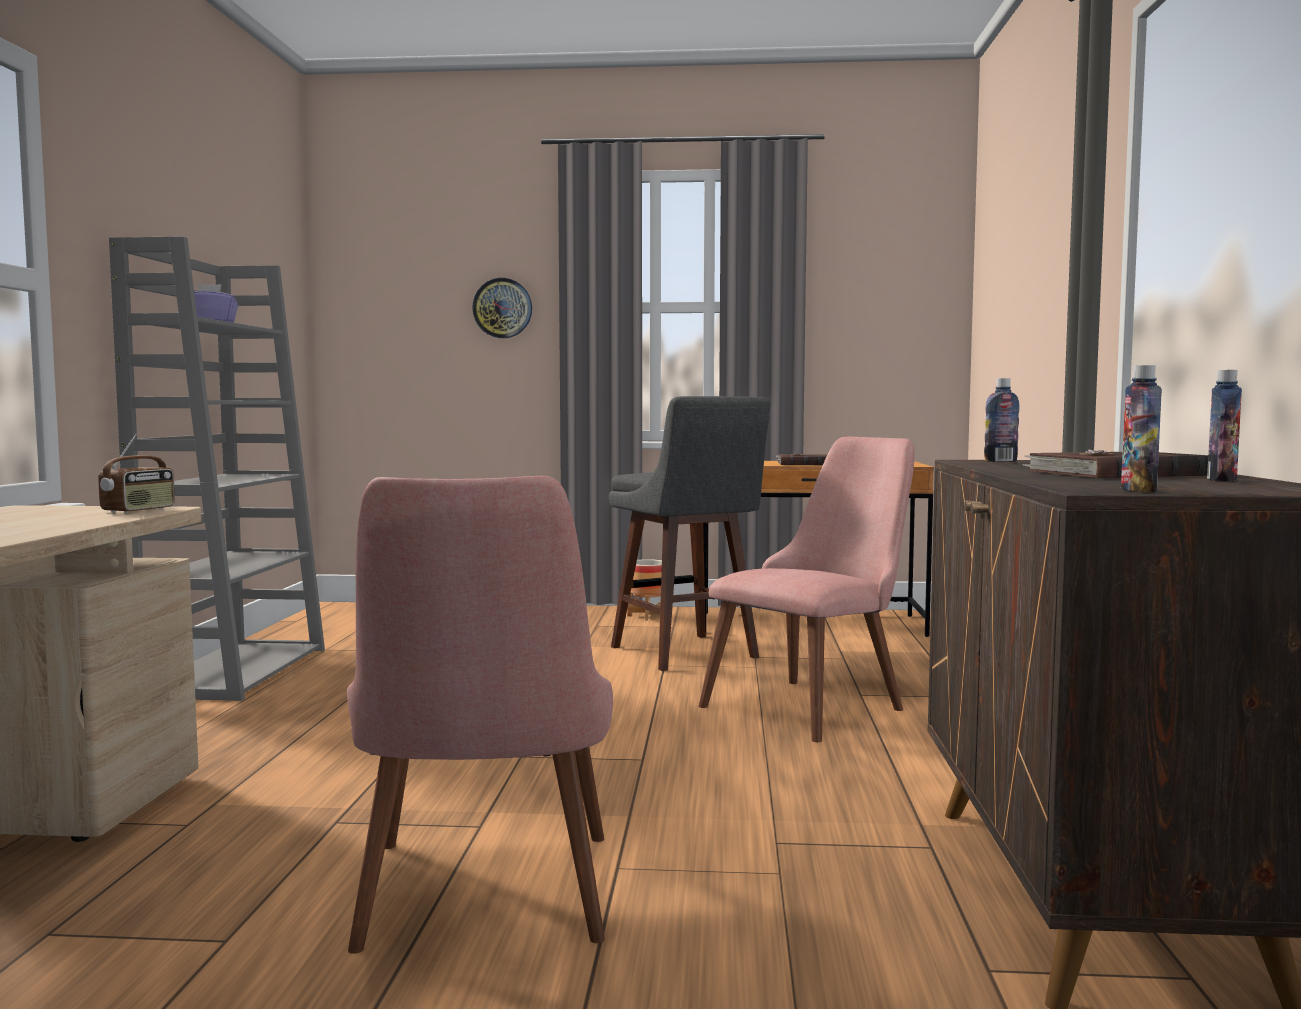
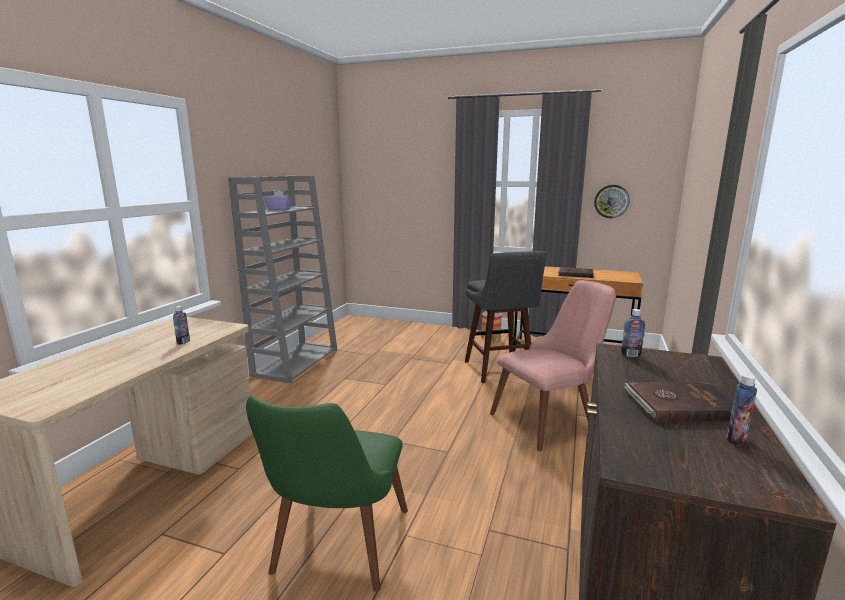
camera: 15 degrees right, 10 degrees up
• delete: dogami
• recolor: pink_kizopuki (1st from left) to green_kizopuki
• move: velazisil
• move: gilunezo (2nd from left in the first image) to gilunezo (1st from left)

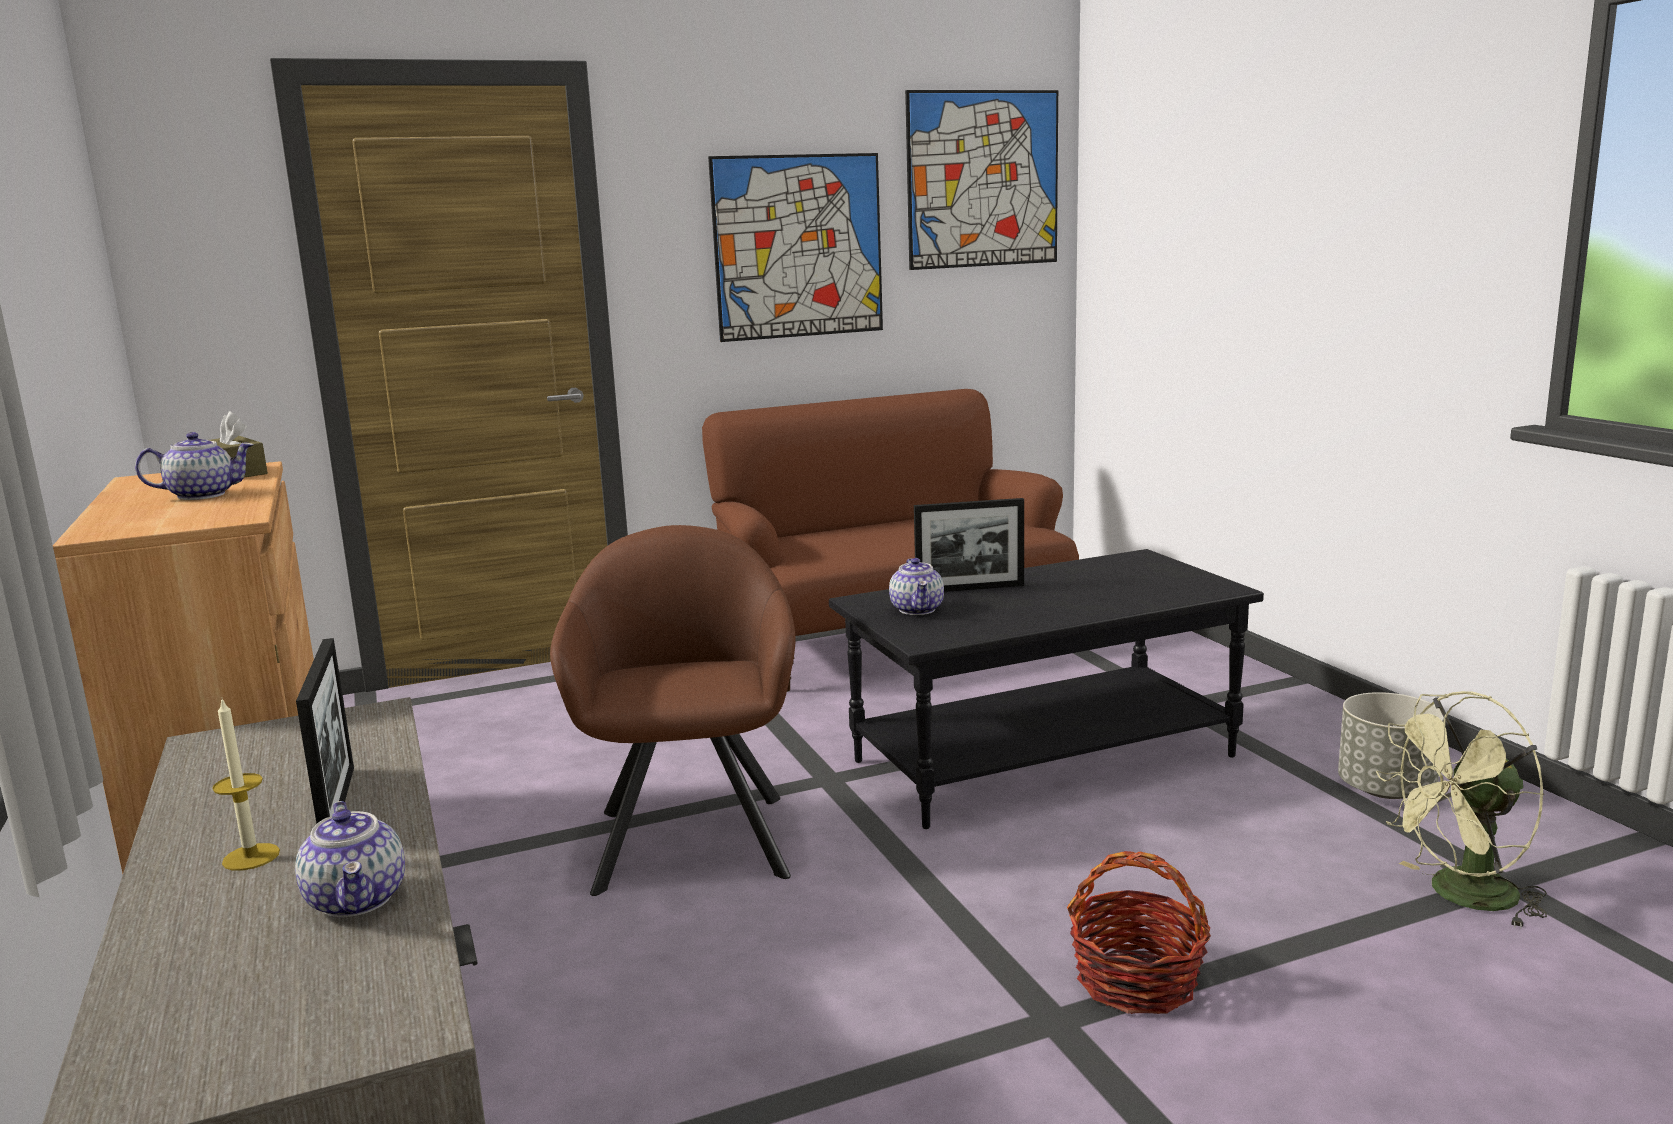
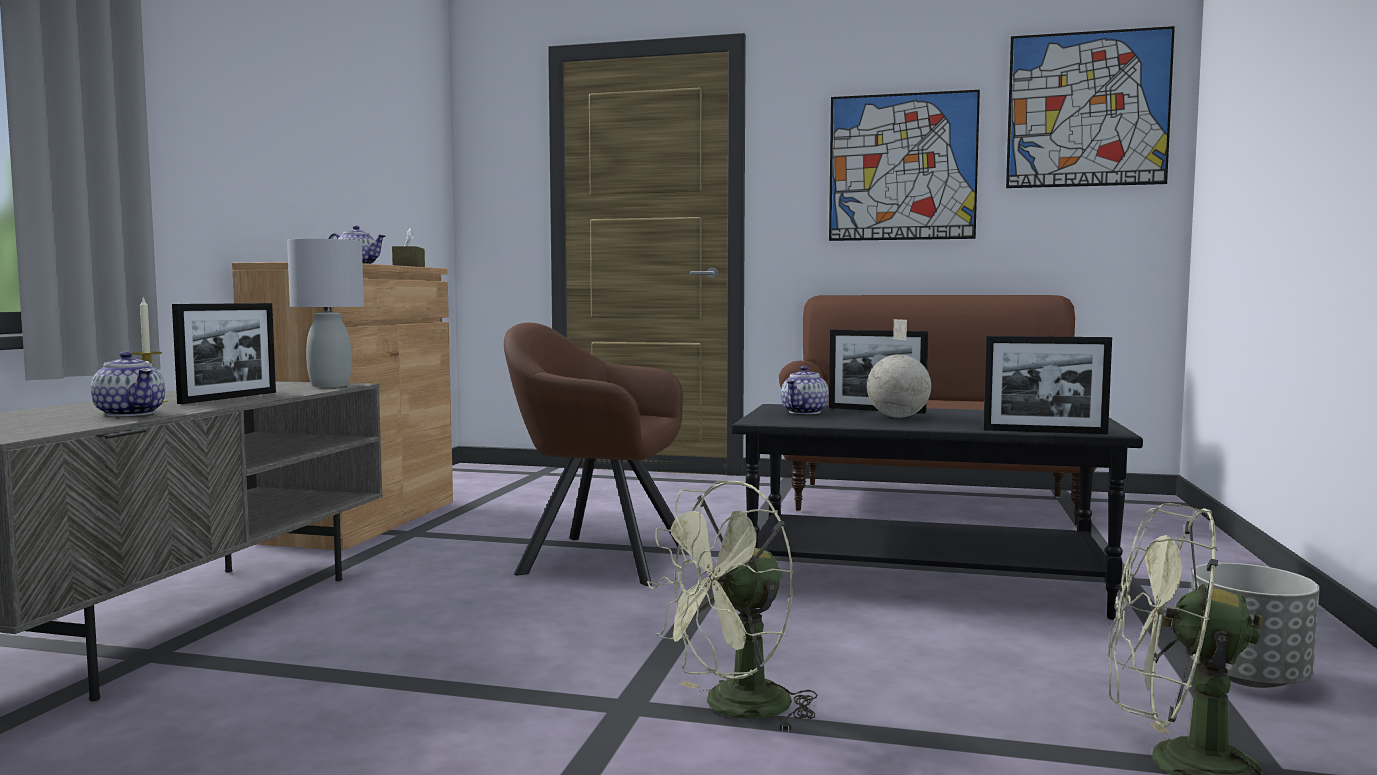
camera: 35 degrees right, 10 degrees down
• rotate: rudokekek (2nd from left in the first image) 60 degrees counterclockwise
• rotate: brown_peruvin 105 degrees counterclockwise
• replace: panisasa to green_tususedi (1st from left)
• insert: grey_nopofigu
• insert: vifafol
• insert: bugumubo (3rd from left)

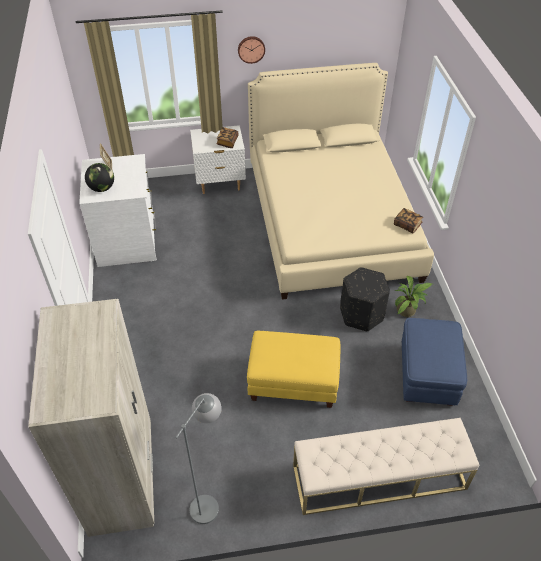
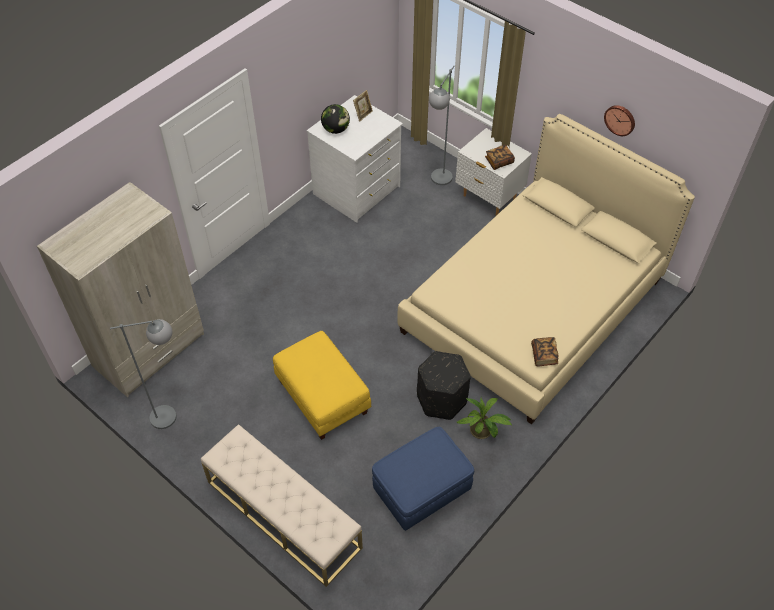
camera: 50 degrees right, 5 degrees up
• move: velazisil
• insert: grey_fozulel (2nd from left)

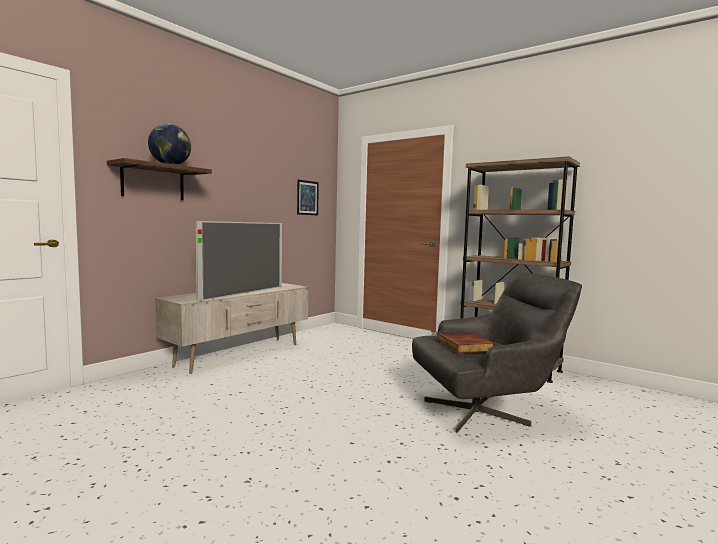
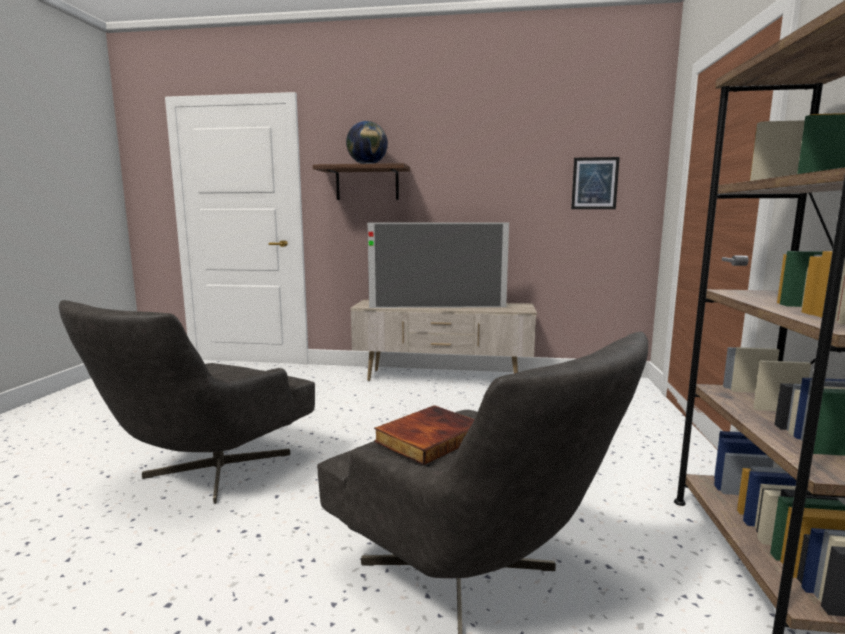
camera: 60 degrees right, 5 degrees up
• insert: grey_peruvin (1st from left)

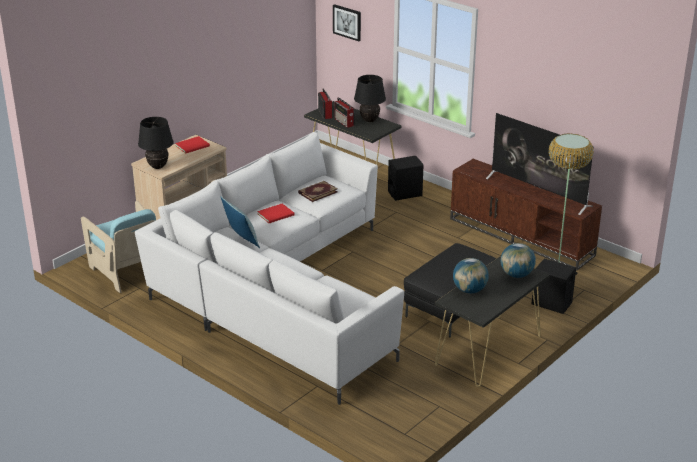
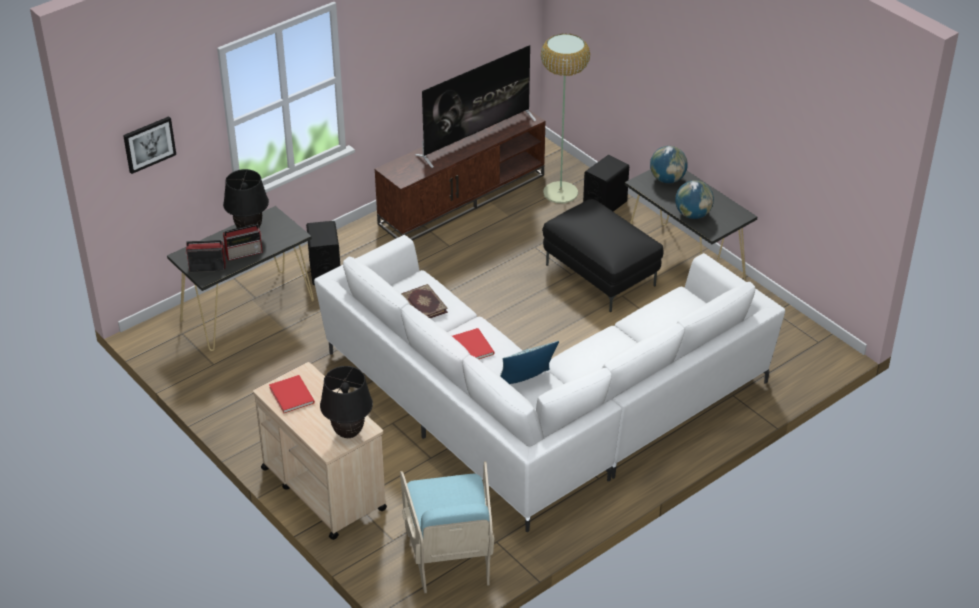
camera: 80 degrees left, 10 degrees up
• rotate: turquoise_peruvin 105 degrees clockwise

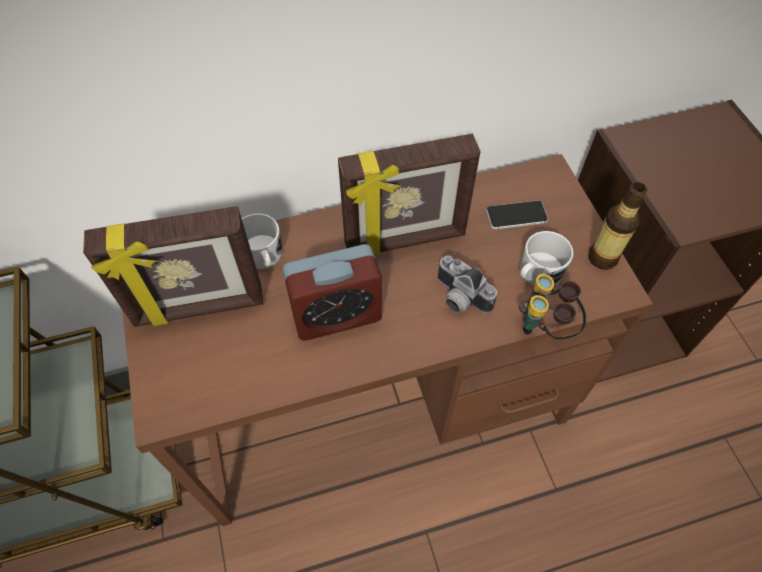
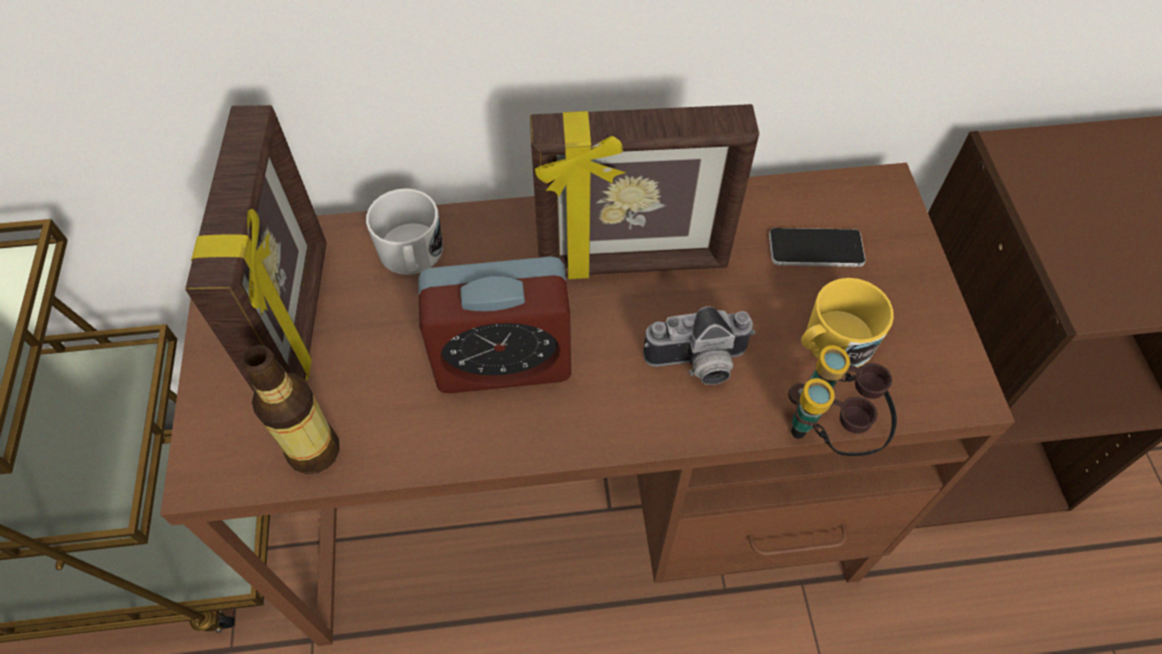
camera: 10 degrees right, 0 degrees up
• rotate: bugumubo (1st from left) 90 degrees counterclockwise
• rotate: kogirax 60 degrees counterclockwise
• recolor: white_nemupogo (2nd from left) to yellow_nemupogo
• move: gilunezo

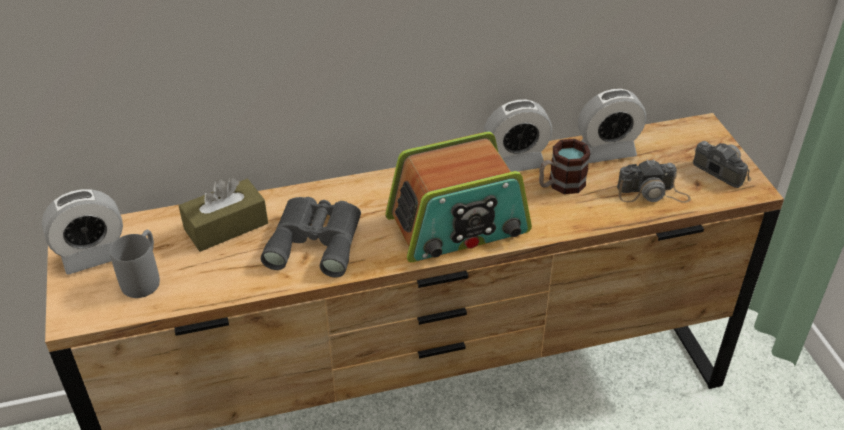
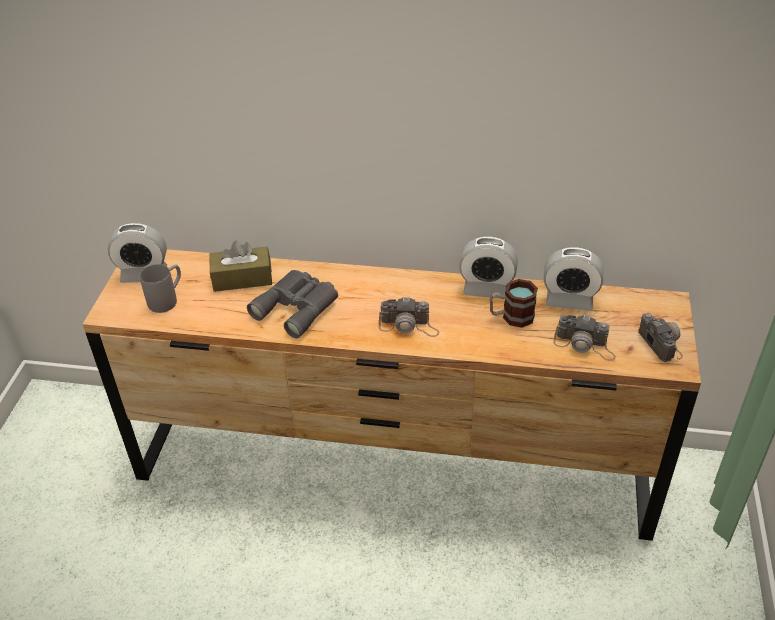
camera: 25 degrees right, 0 degrees up
• replace: dogami to kogirax (1st from left)

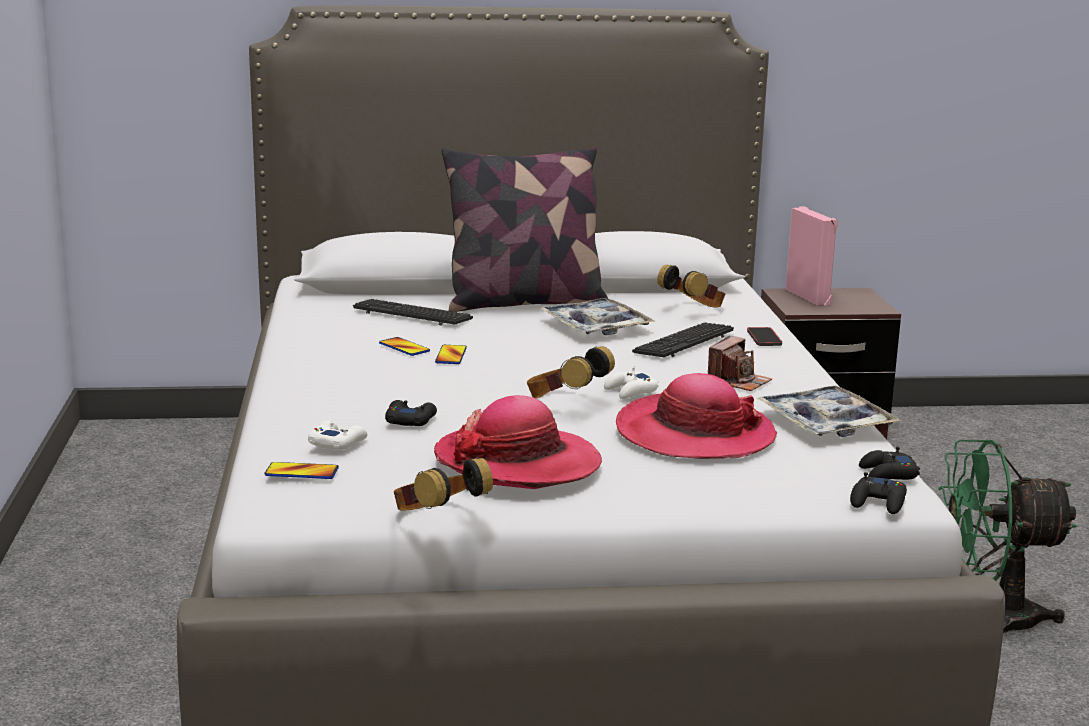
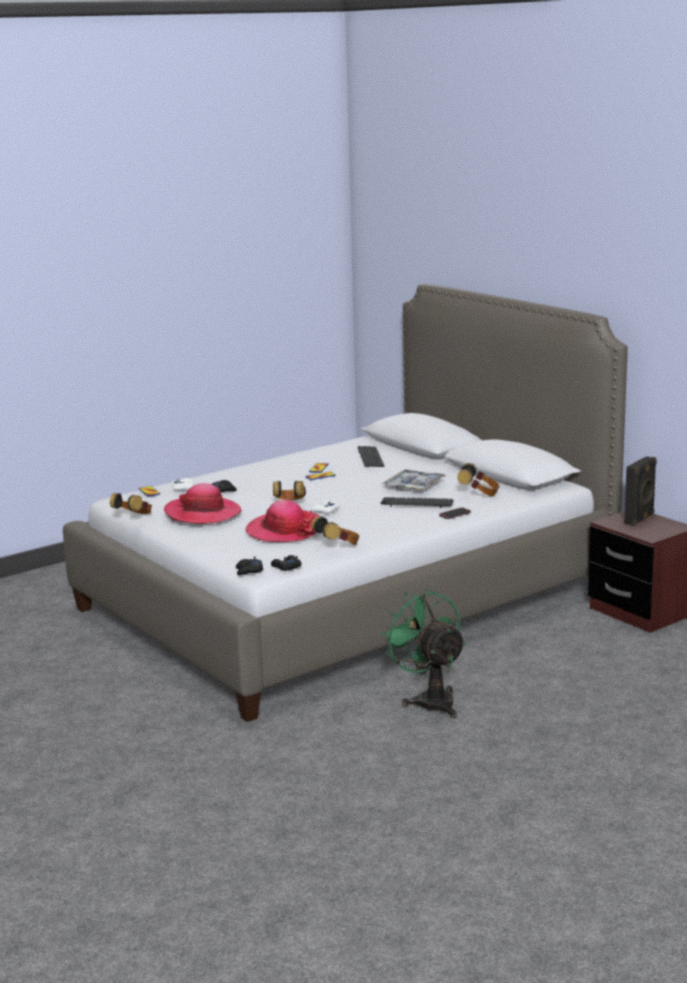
camera: 60 degrees right, 0 degrees up
• delete: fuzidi
• delete: kogirax
• replace: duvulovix (2nd from left) to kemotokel (3rd from left)
• recolor: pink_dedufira to black_dedufira

